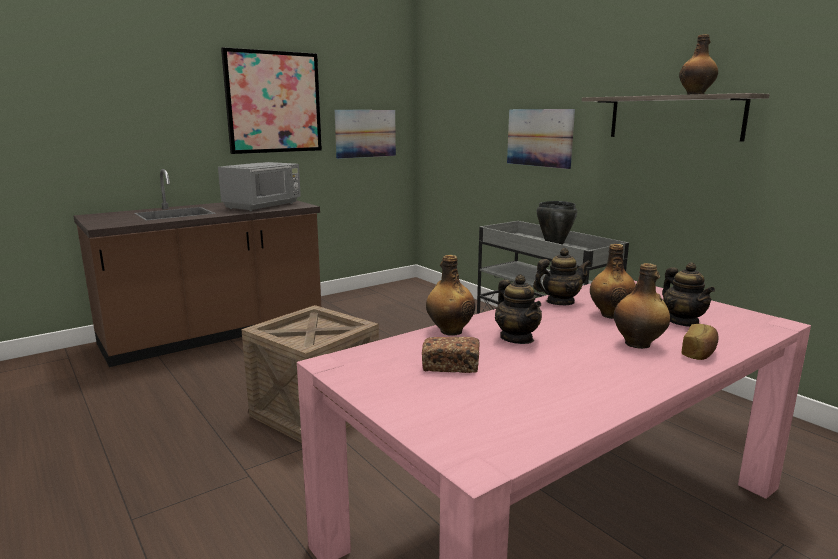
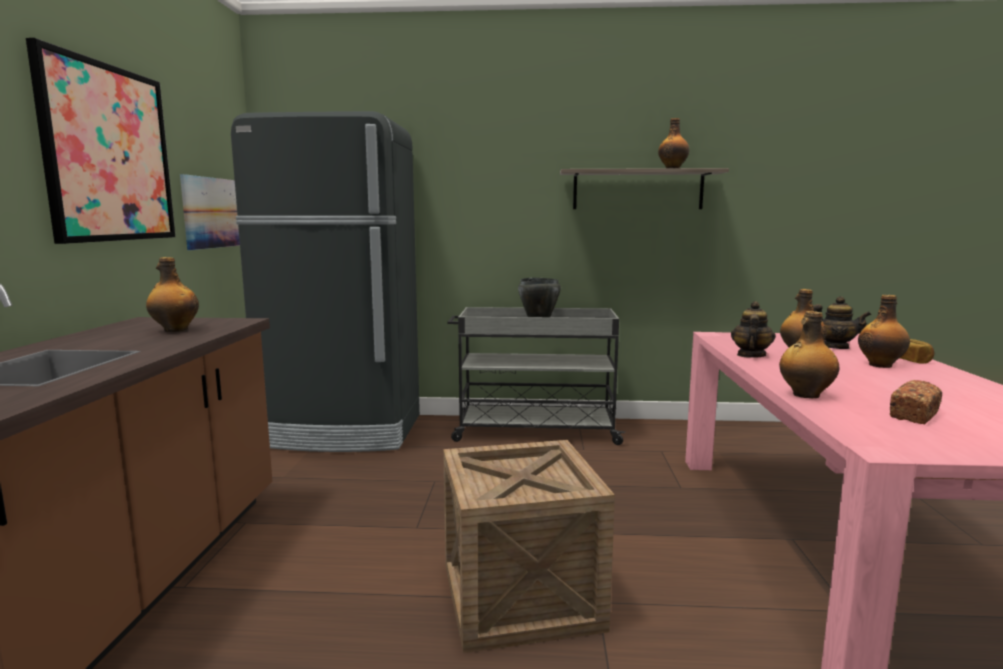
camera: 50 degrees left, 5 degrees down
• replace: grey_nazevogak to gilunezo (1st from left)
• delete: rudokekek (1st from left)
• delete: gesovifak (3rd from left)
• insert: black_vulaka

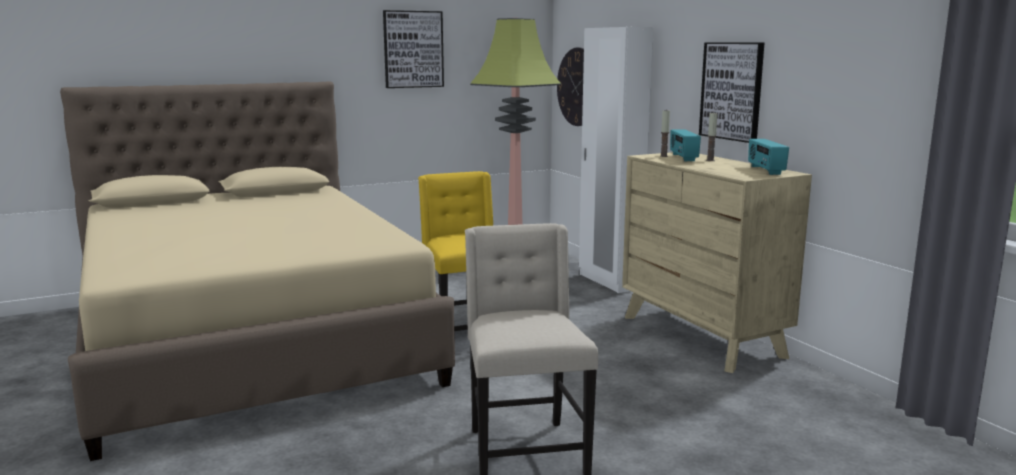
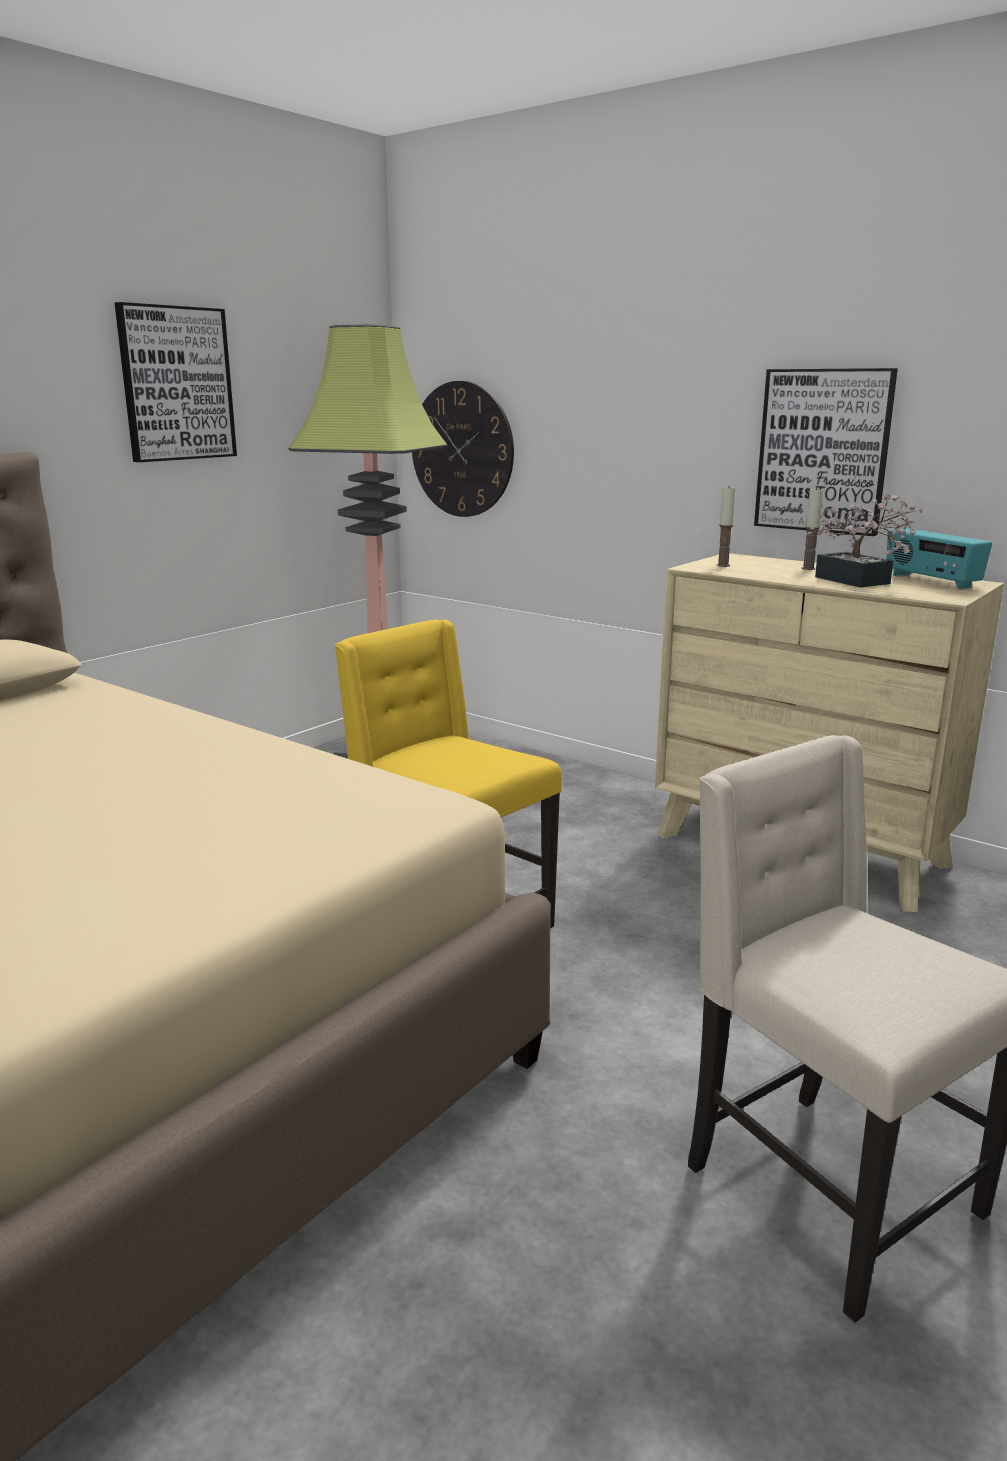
camera: 25 degrees left, 5 degrees up
• delete: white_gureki
• delete: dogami (1st from left)
• insert: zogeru

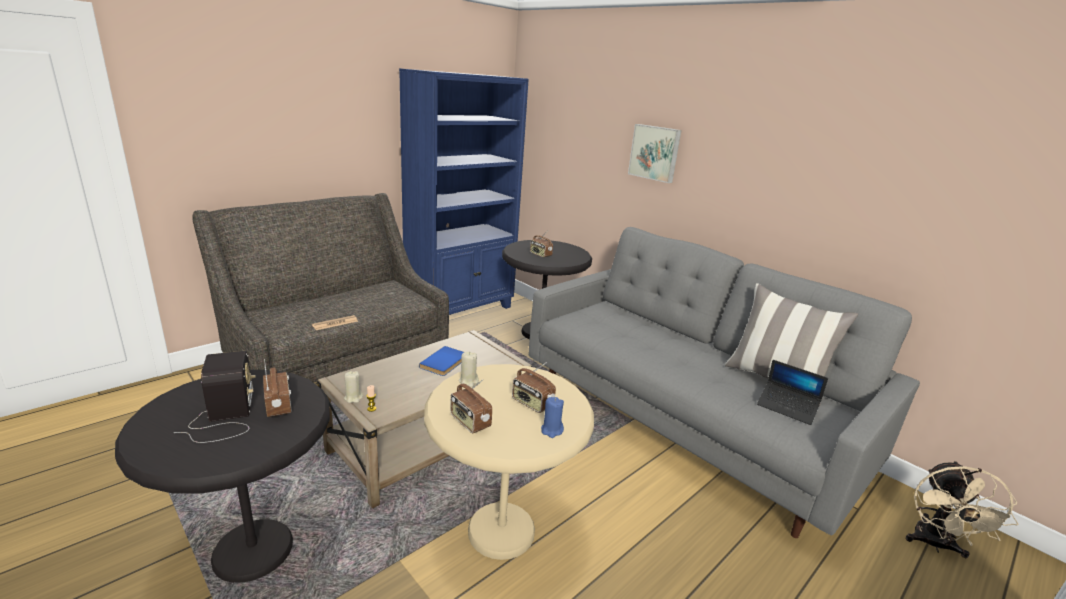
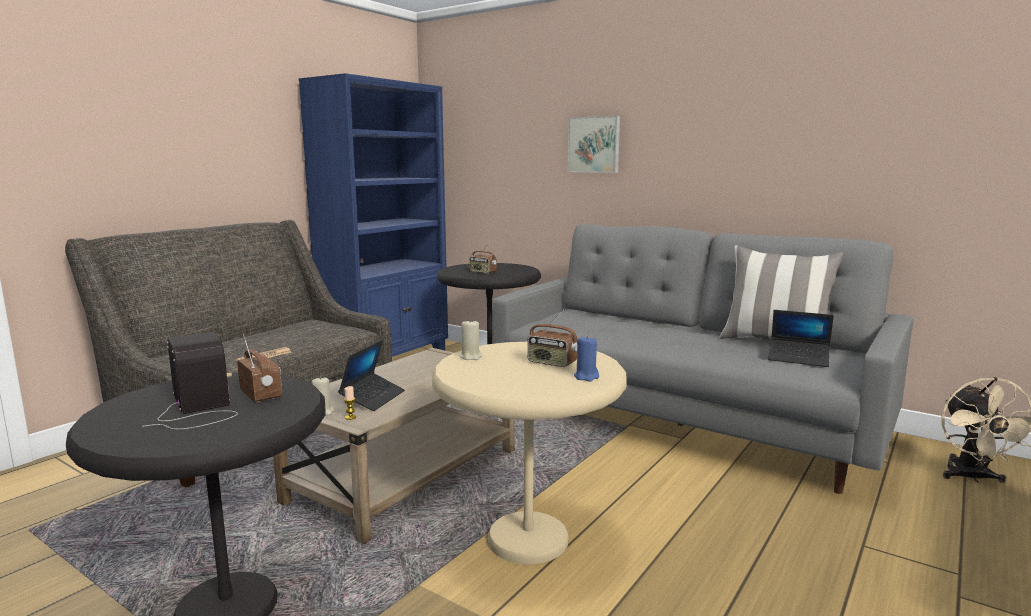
camera: 10 degrees left, 10 degrees down
• delete: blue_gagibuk
• delete: dogami (3rd from left)
• insert: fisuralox (1st from left)

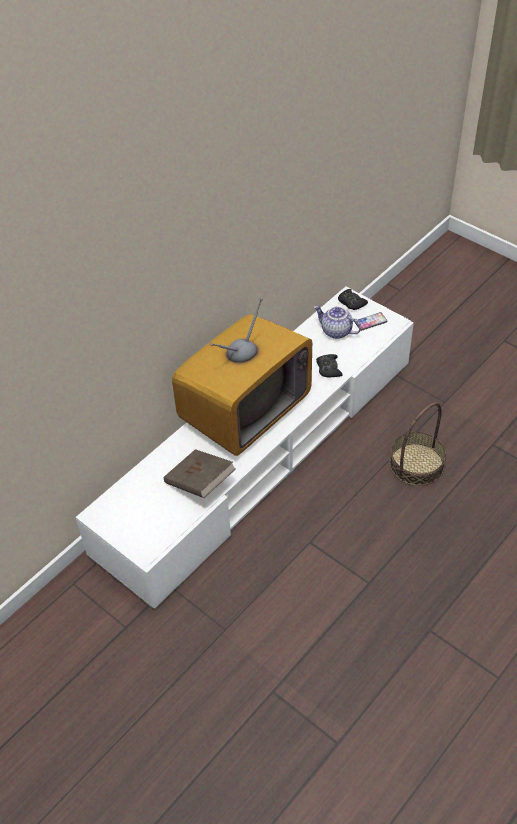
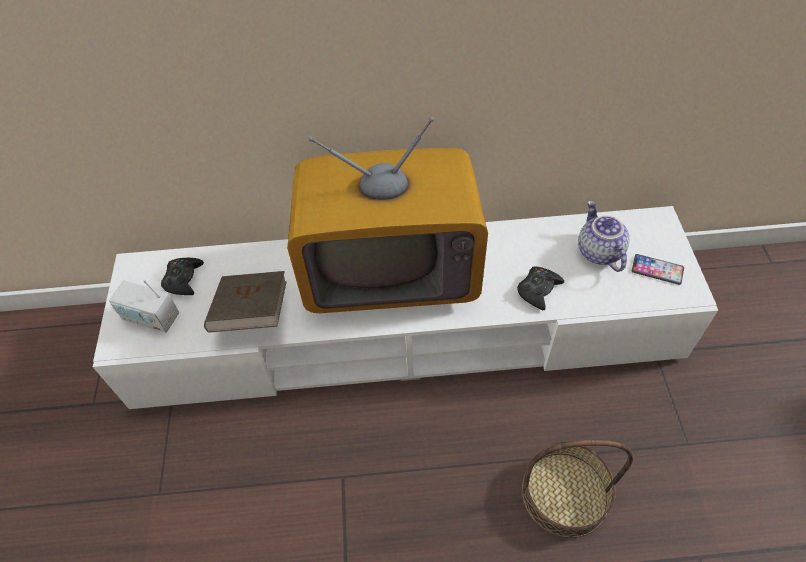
camera: 45 degrees right, 5 degrees up
• move: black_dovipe (2nd from left in the first image) to black_dovipe (1st from left)
• insert: dogami

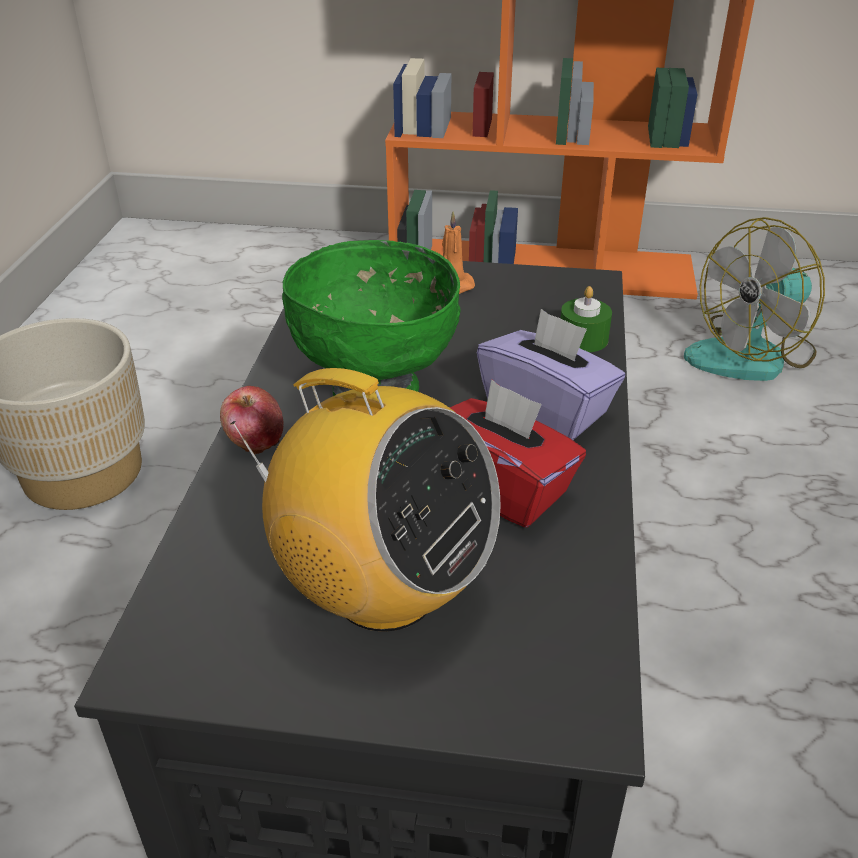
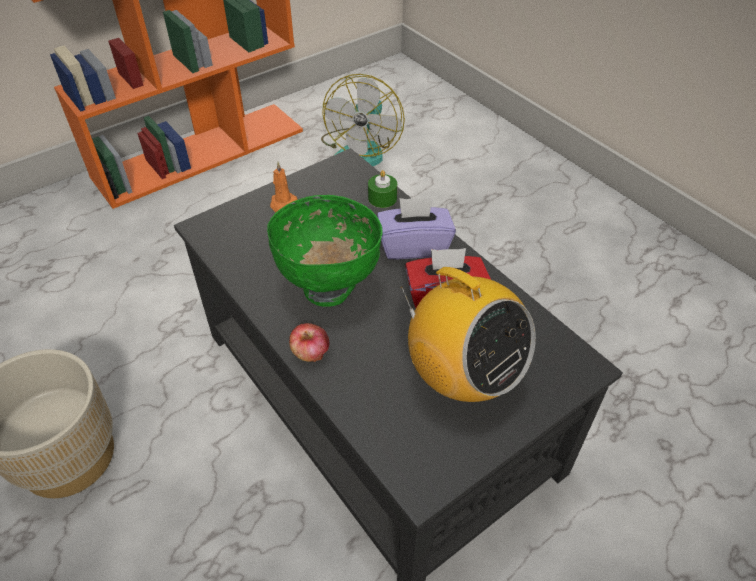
camera: 45 degrees left, 10 degrees up
• rotate: dogami 60 degrees clockwise

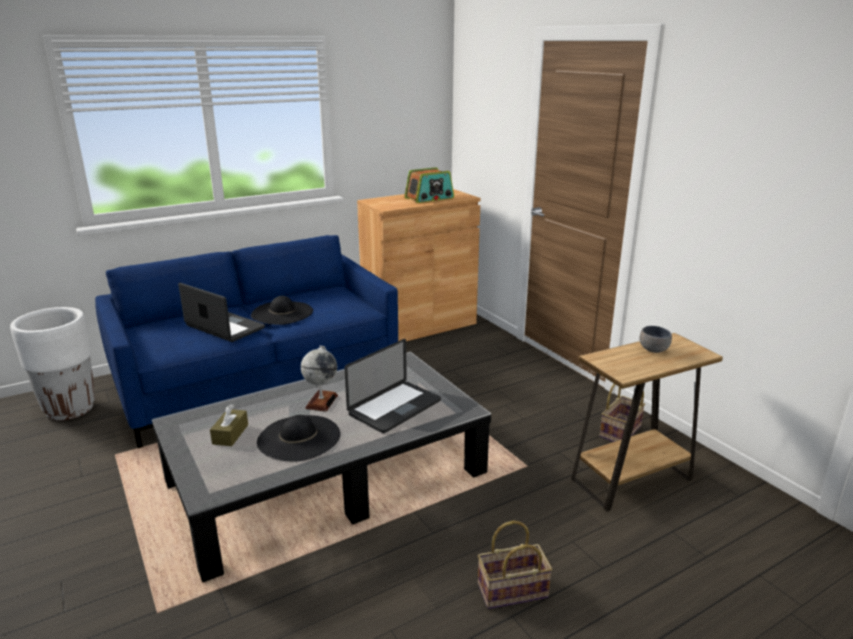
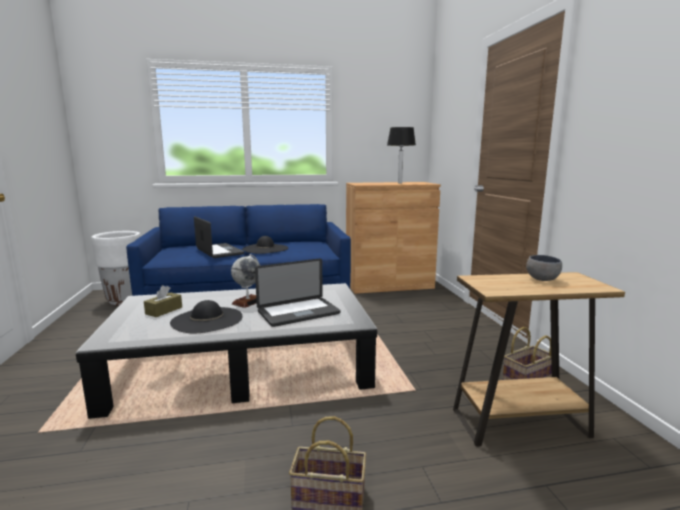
camera: 20 degrees right, 10 degrees down
• replace: dogami to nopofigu

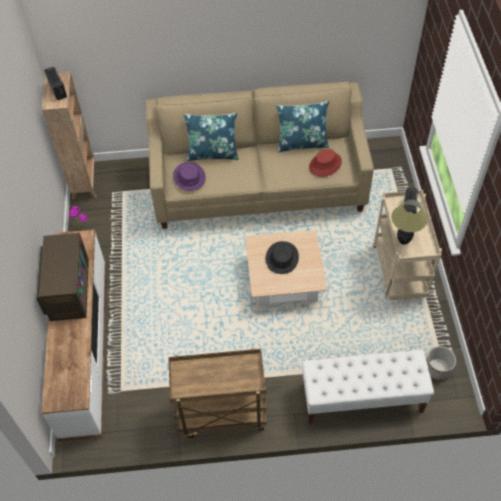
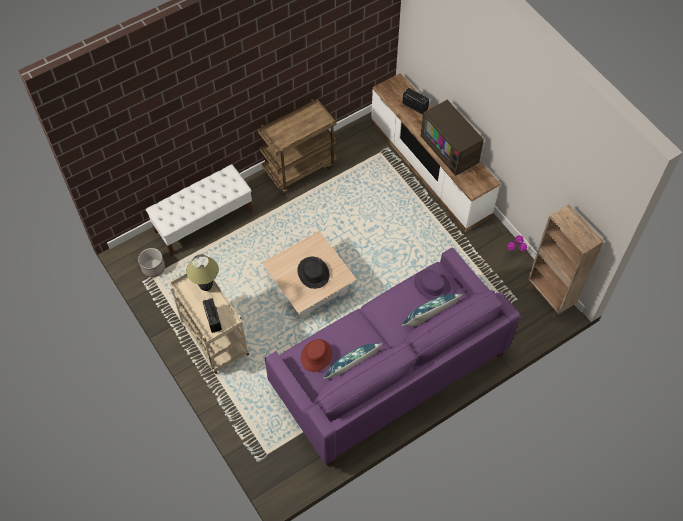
camera: 150 degrees right, 5 degrees up
• move: dogami (1st from left in the first image) to dogami (2nd from left)
• recolor: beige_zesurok to purple_zesurok

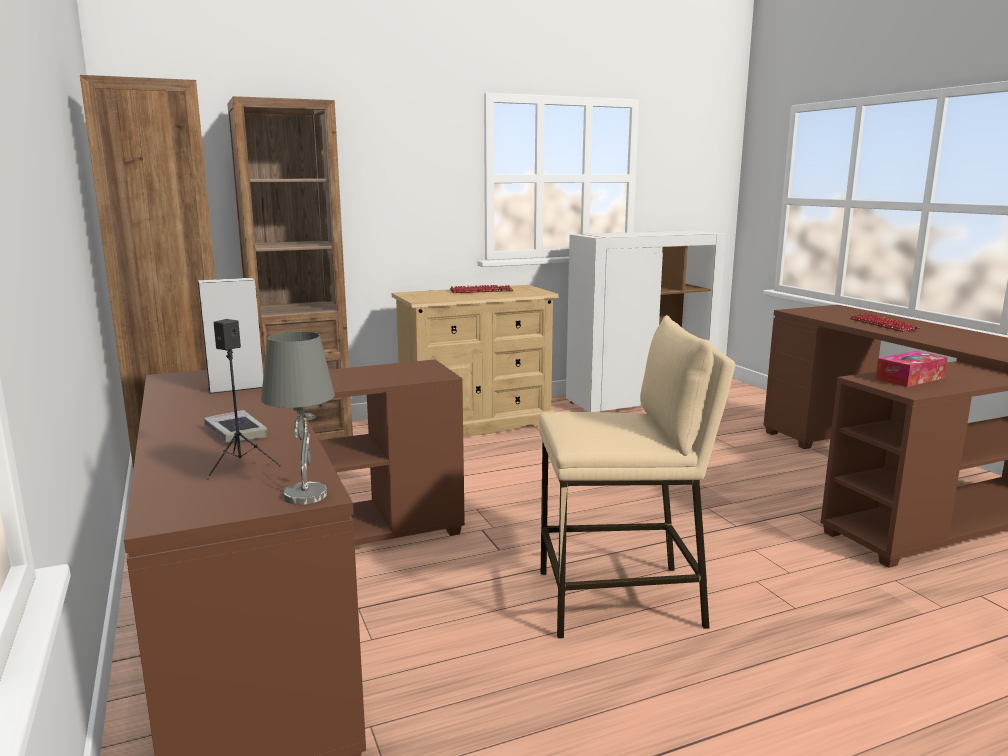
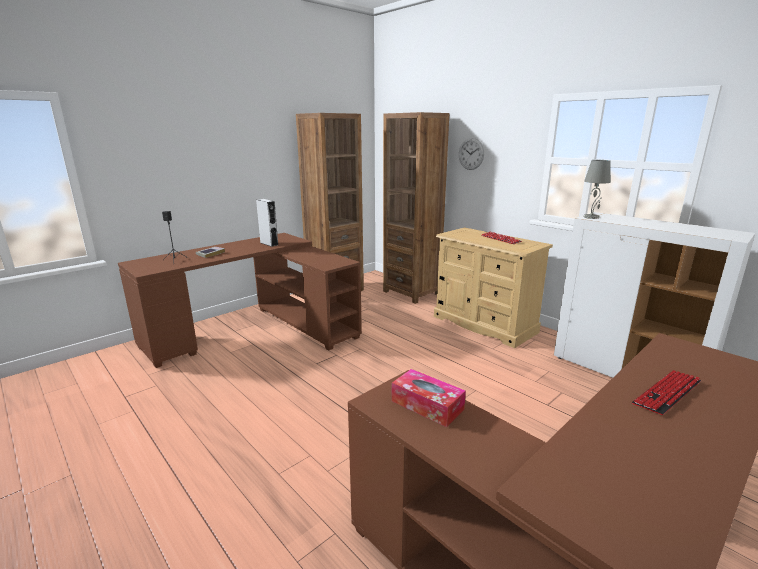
camera: 70 degrees right, 5 degrees up
• move: grey_nopofigu
• delete: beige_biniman
• insert: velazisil

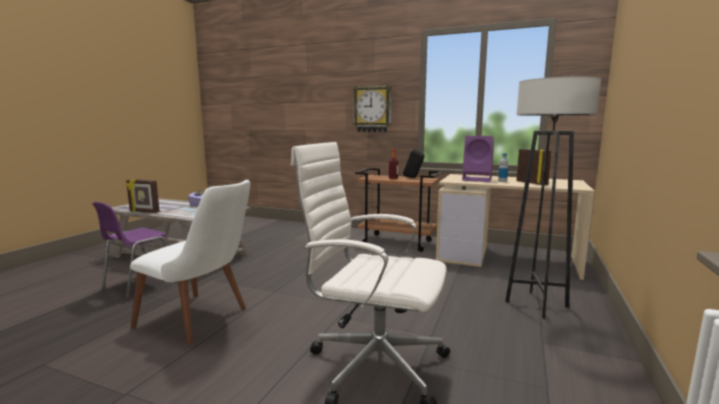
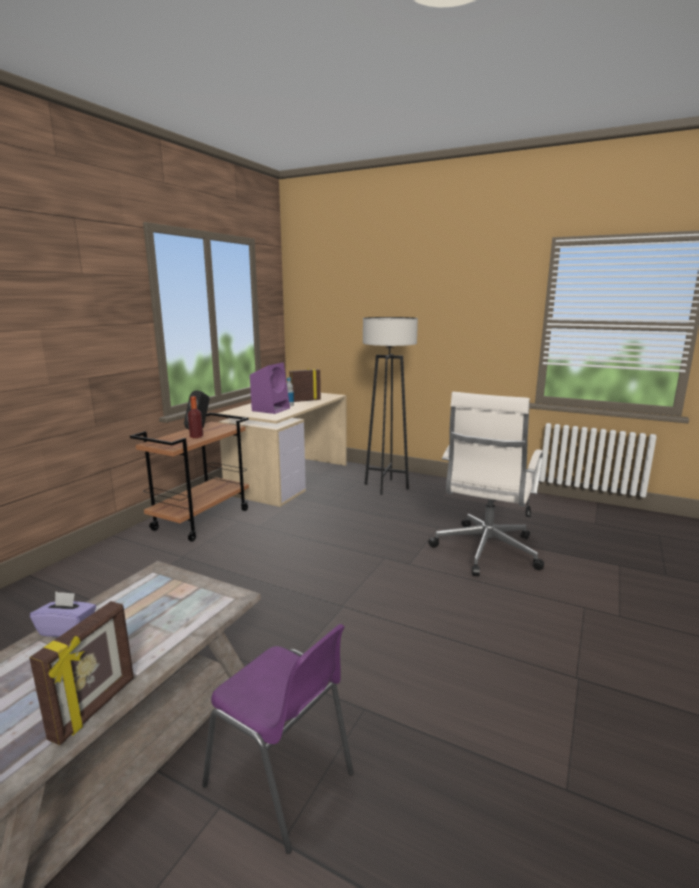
camera: 85 degrees left, 5 degrees up
• delete: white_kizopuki
• delete: velazisil

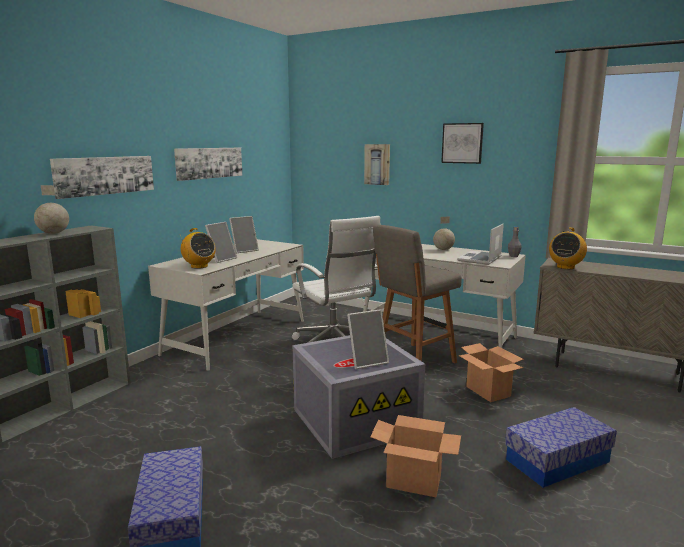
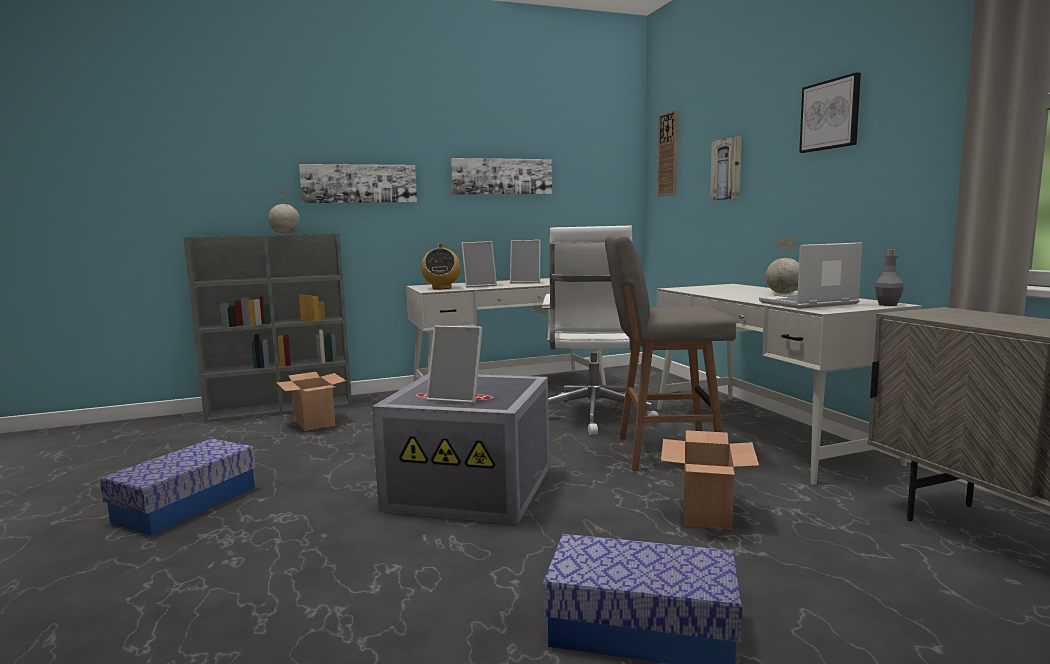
camera: 40 degrees right, 5 degrees down
• move: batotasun (1st from left)
• delete: dogami (2nd from left)
• insert: velazisil

